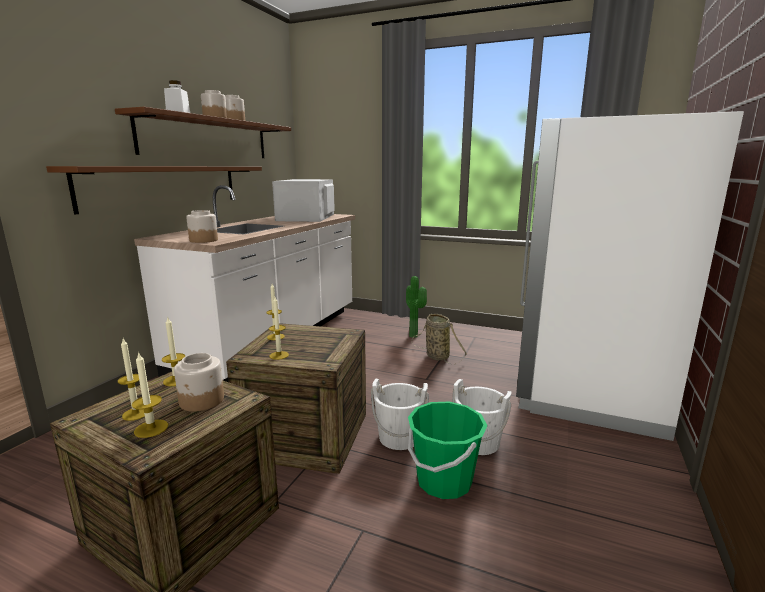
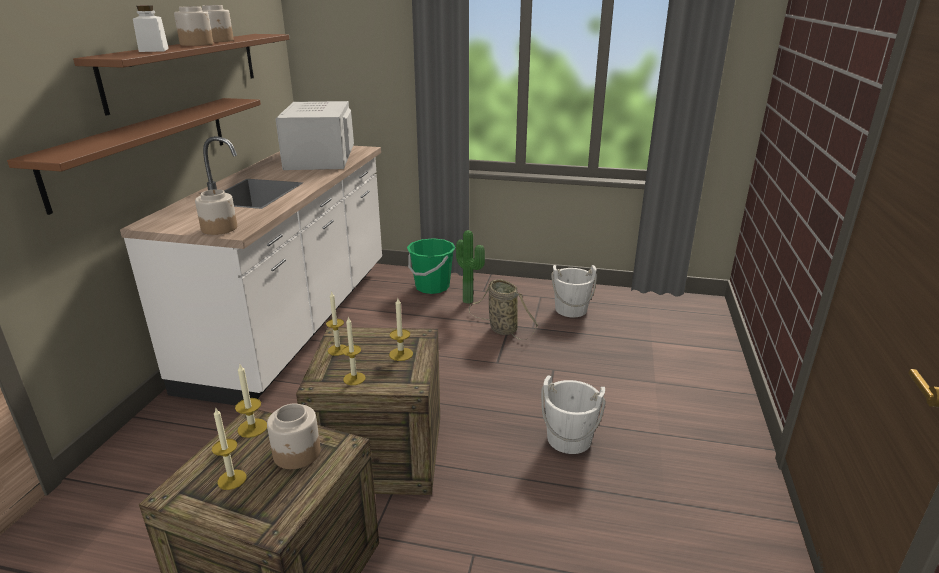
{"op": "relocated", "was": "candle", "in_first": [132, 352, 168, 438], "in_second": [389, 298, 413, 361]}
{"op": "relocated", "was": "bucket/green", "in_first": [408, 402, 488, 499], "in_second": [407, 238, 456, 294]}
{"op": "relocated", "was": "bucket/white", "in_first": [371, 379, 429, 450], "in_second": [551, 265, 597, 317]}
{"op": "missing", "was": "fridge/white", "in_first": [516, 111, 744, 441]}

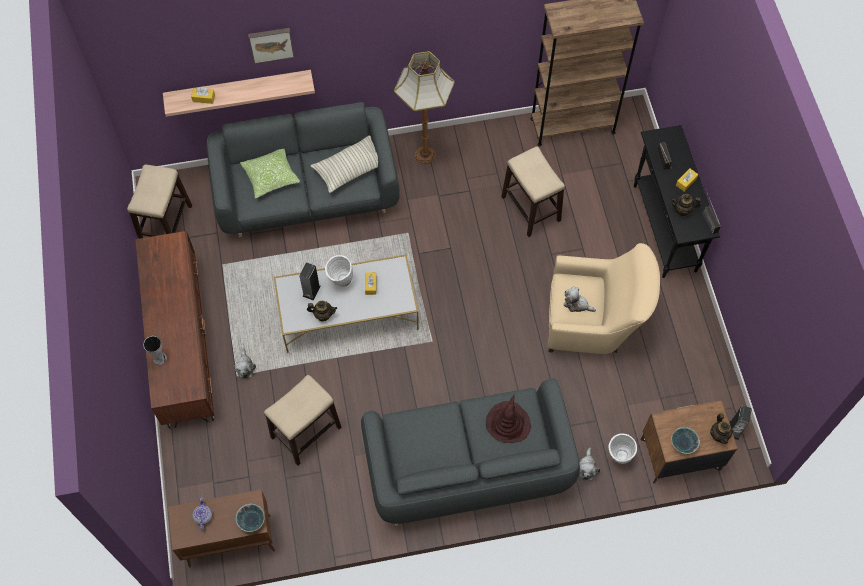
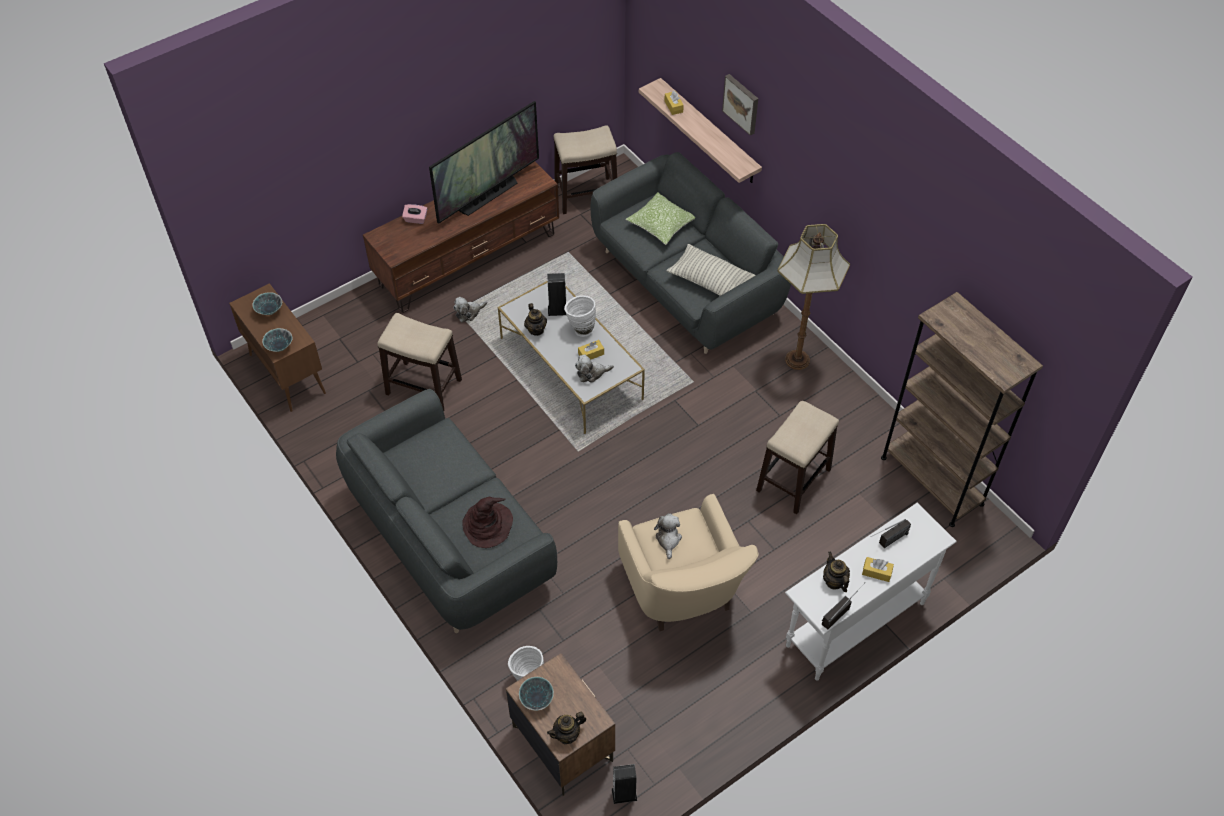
{"op": "exchanged", "was": "teapot", "now": "bowl", "in_first": [192, 498, 212, 531], "in_second": [253, 292, 282, 315]}
{"op": "exchanged", "was": "vase", "now": "tissue box/pink", "in_first": [143, 336, 167, 365], "in_second": [402, 204, 427, 224]}
{"op": "appeared", "now": "television", "in_second": [429, 101, 539, 224]}
{"op": "relocated", "was": "plush toy", "in_first": [579, 447, 600, 480], "in_second": [575, 355, 614, 383]}
{"op": "colour", "was": "console table/black", "now": "console table/white", "in_first": [634, 125, 720, 278], "in_second": [785, 503, 957, 681]}

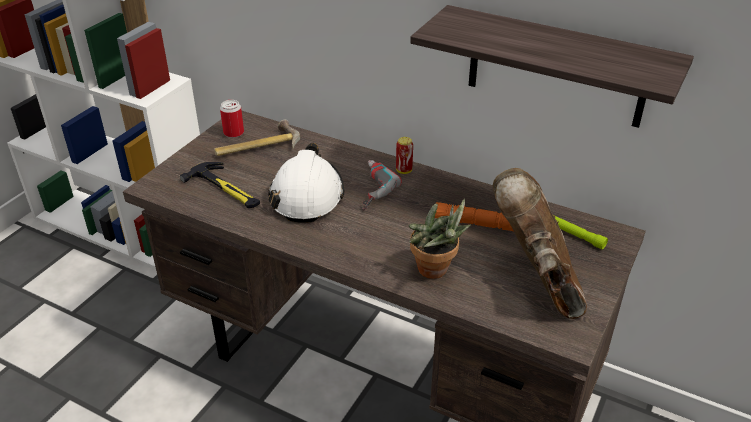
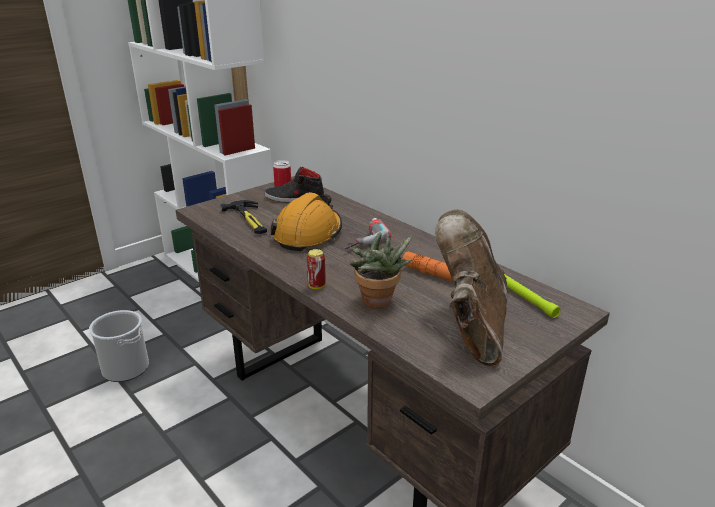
{"op": "appeared", "now": "bucket", "in_second": [89, 310, 149, 382]}
{"op": "exchanged", "was": "hammer", "now": "shoe/black", "in_first": [214, 120, 300, 156], "in_second": [265, 167, 324, 203]}
{"op": "colour", "was": "hard hat/white", "now": "hard hat/orange", "in_first": [268, 143, 344, 223], "in_second": [270, 192, 342, 251]}
{"op": "relocated", "was": "can", "in_first": [396, 137, 413, 174], "in_second": [307, 249, 326, 290]}
{"op": "missing", "was": "shelf", "in_first": [410, 5, 694, 128]}

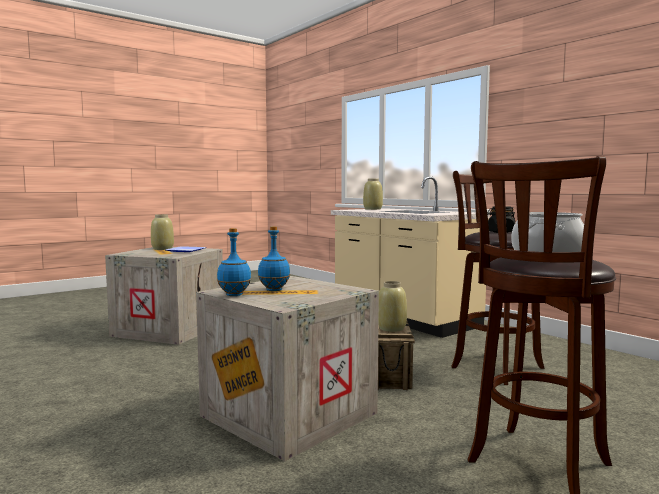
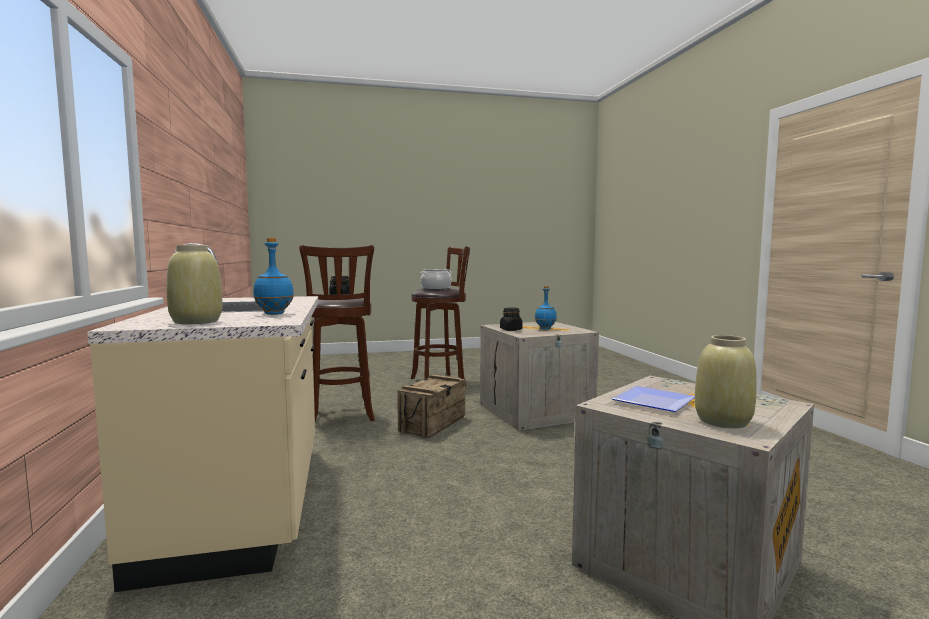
{"op": "relocated", "was": "bottle/blue", "in_first": [217, 228, 251, 296], "in_second": [253, 238, 294, 315]}
{"op": "appeared", "now": "jar/black", "in_second": [500, 307, 523, 331]}
{"op": "missing", "was": "vase/beige", "in_first": [378, 281, 407, 332]}

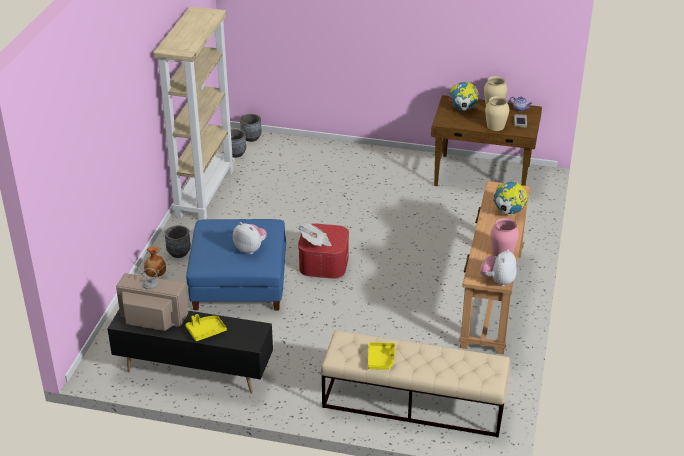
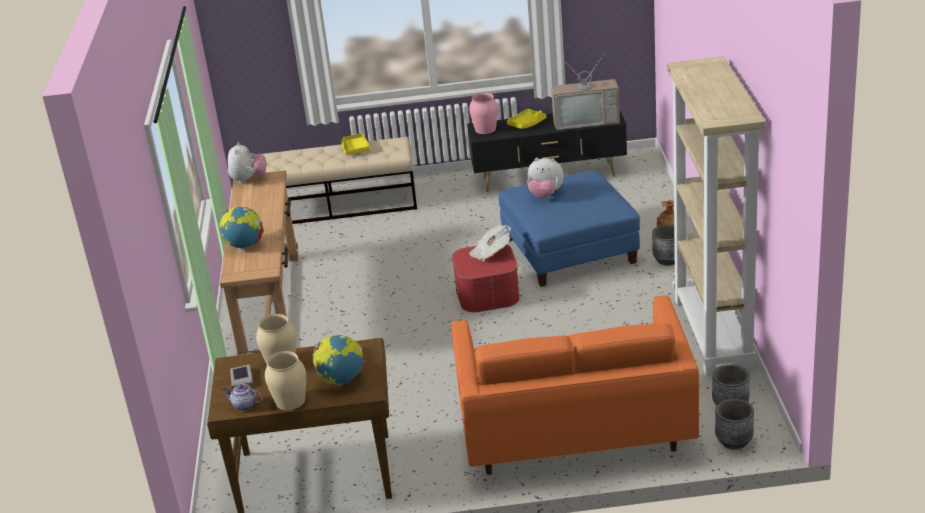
{"op": "appeared", "now": "sofa/orange", "in_second": [451, 295, 699, 475]}
{"op": "relocated", "was": "vase/pink", "in_first": [491, 218, 519, 256], "in_second": [469, 93, 498, 134]}

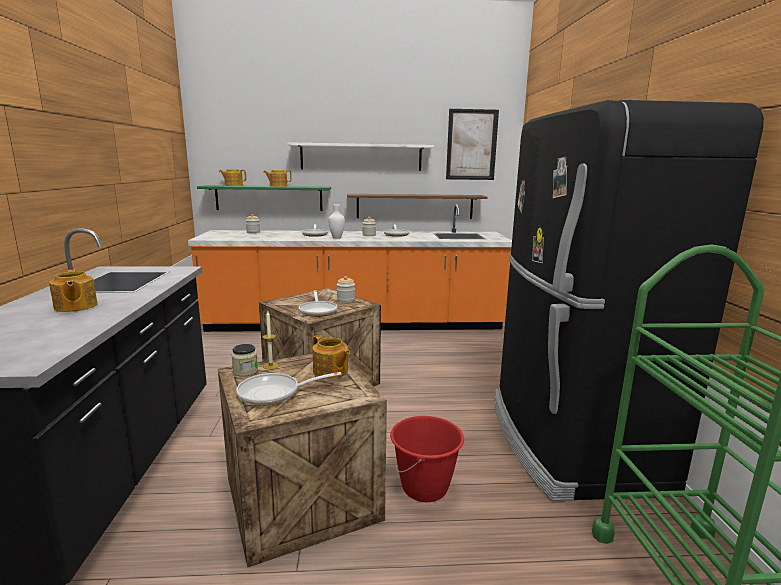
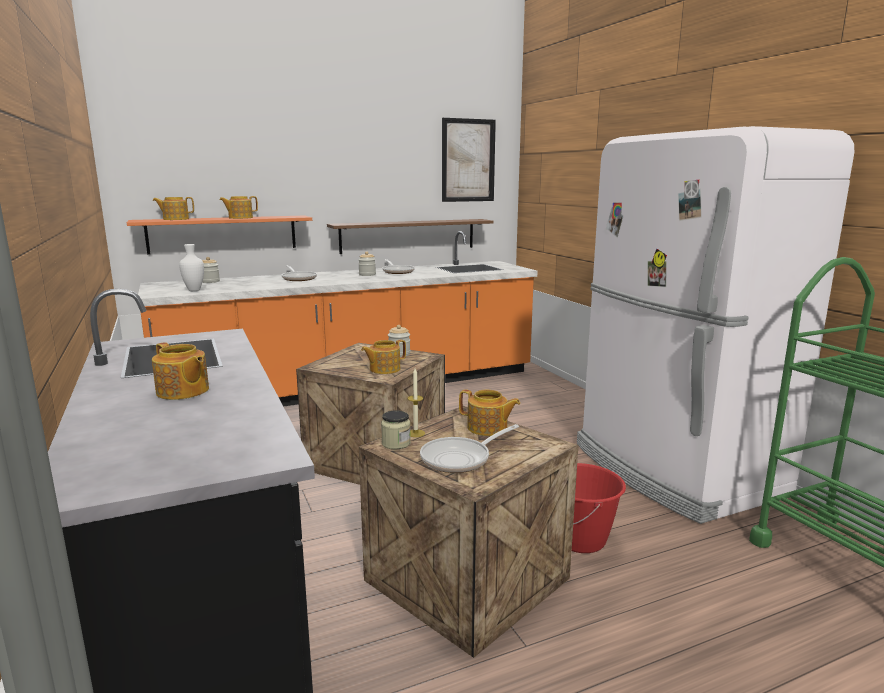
{"op": "colour", "was": "shelf/green", "now": "shelf/orange", "in_first": [197, 185, 331, 211], "in_second": [127, 216, 312, 255]}
{"op": "relocated", "was": "vase/white", "in_first": [328, 204, 345, 239], "in_second": [179, 244, 204, 291]}
{"op": "exchanged", "was": "frying pan", "now": "teapot", "in_first": [299, 290, 338, 317], "in_second": [361, 340, 406, 374]}
{"op": "colour", "was": "fridge/black", "now": "fridge/white", "in_first": [495, 100, 764, 501], "in_second": [577, 126, 854, 524]}
{"op": "missing", "was": "shelf/white", "in_first": [287, 142, 434, 171]}

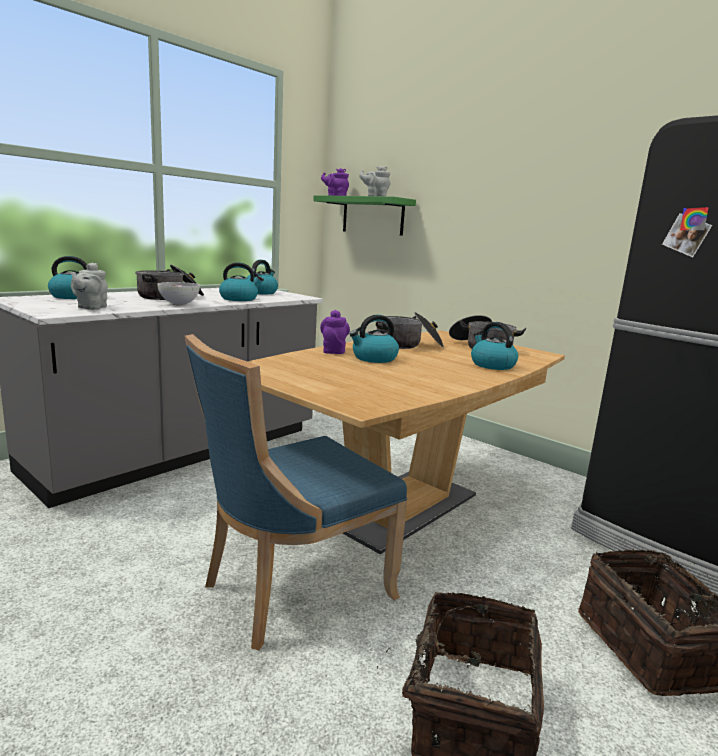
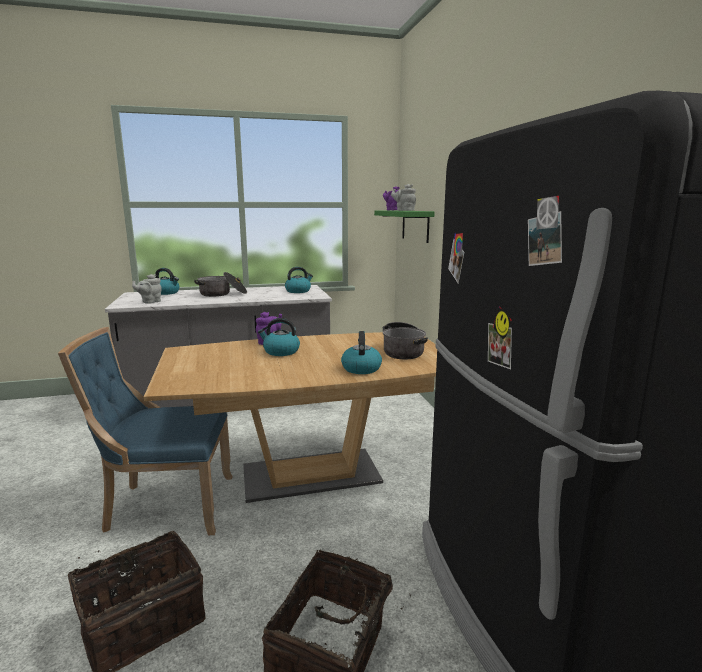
{"op": "missing", "was": "bowl", "in_first": [157, 282, 200, 306]}
{"op": "missing", "was": "kettle", "in_first": [219, 262, 264, 301]}
{"op": "missing", "was": "cooking pot", "in_first": [376, 312, 444, 349]}

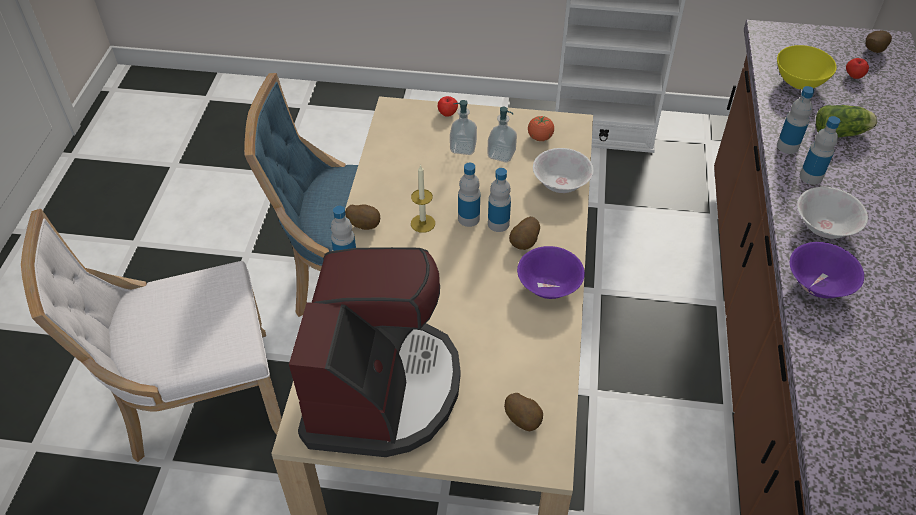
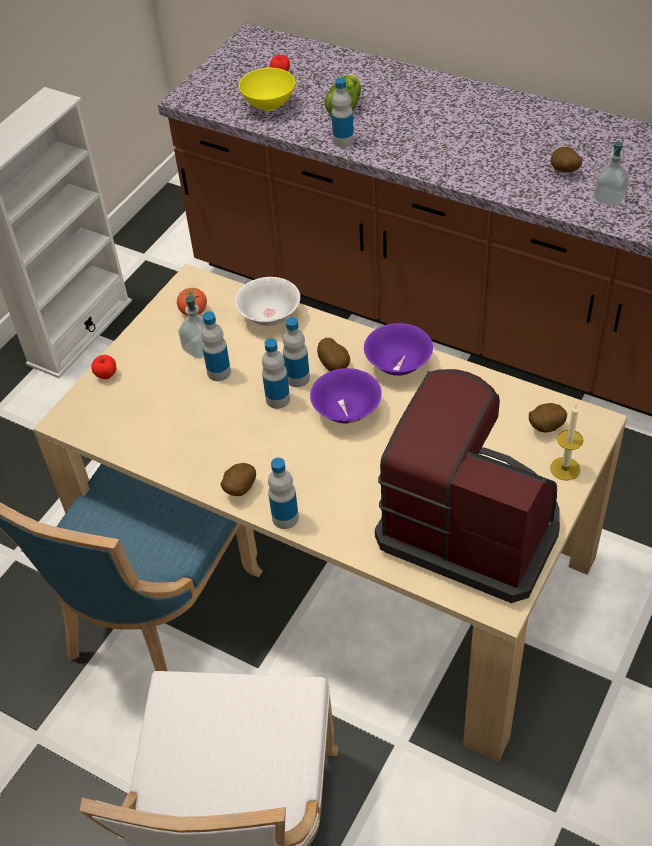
{"op": "relocated", "was": "bottle", "in_first": [800, 116, 840, 185], "in_second": [201, 311, 231, 381]}
{"op": "relocated", "was": "bowl/purple", "in_first": [790, 242, 864, 298], "in_second": [310, 368, 382, 423]}
{"op": "relocated", "was": "candle", "in_first": [411, 164, 435, 233], "in_second": [550, 405, 584, 480]}
{"op": "relocated", "was": "potato", "in_first": [865, 30, 892, 53], "in_second": [551, 147, 582, 173]}
{"op": "relocated", "was": "soap dispenser", "in_first": [450, 100, 477, 155], "in_second": [594, 142, 629, 206]}
{"op": "missing", "was": "bowl/white", "in_first": [797, 187, 868, 239]}

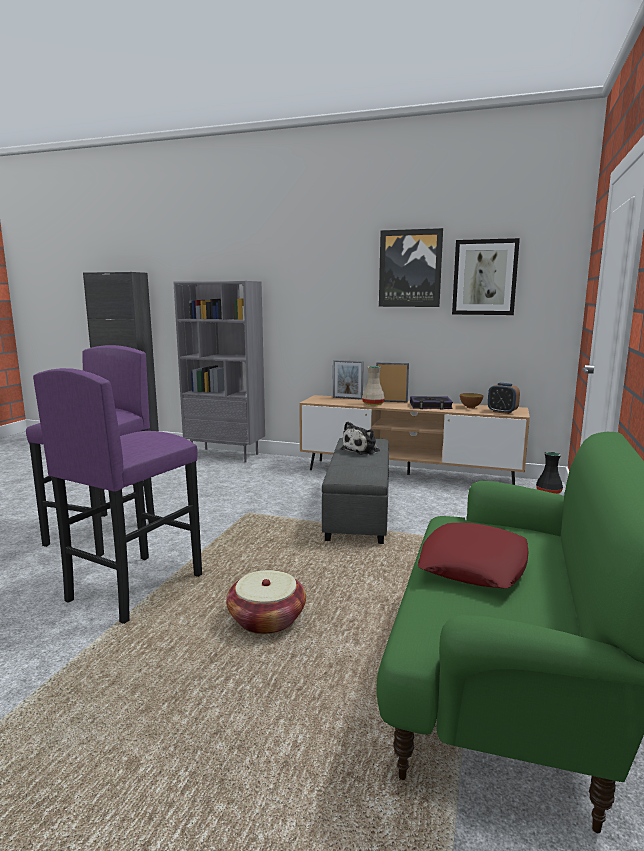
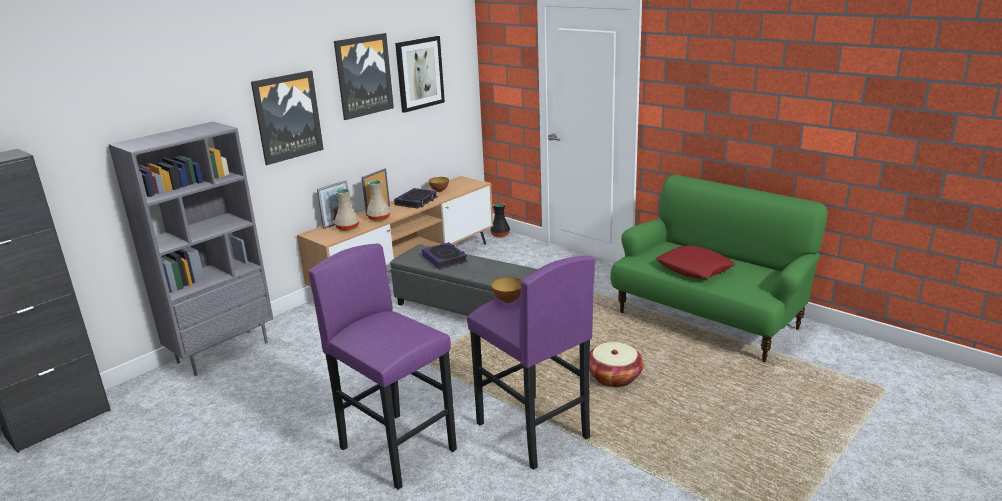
{"op": "appeared", "now": "picture", "in_second": [251, 71, 324, 165]}
{"op": "appeared", "now": "vase/beige", "in_second": [335, 189, 359, 231]}
{"op": "exchanged", "was": "plush toy", "now": "book", "in_first": [341, 421, 380, 455], "in_second": [422, 242, 468, 269]}
{"op": "appeared", "now": "bowl", "in_second": [491, 277, 522, 303]}
{"op": "missing", "was": "alarm clock", "in_first": [488, 383, 520, 414]}

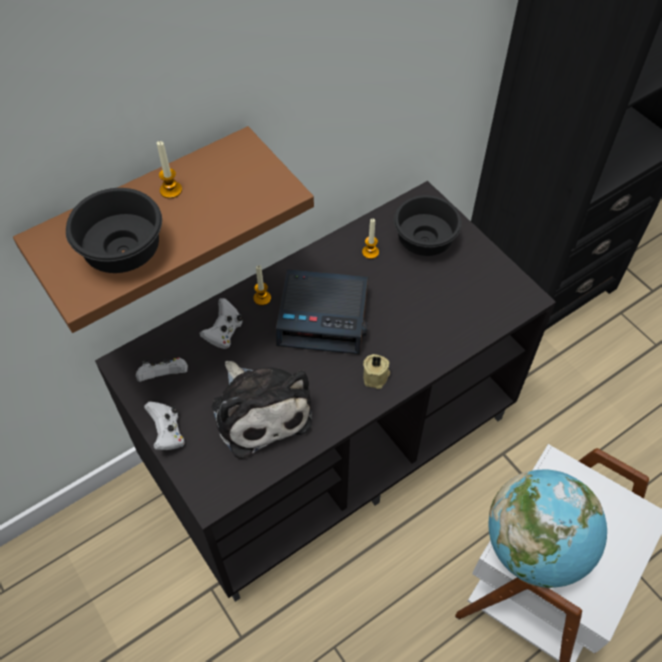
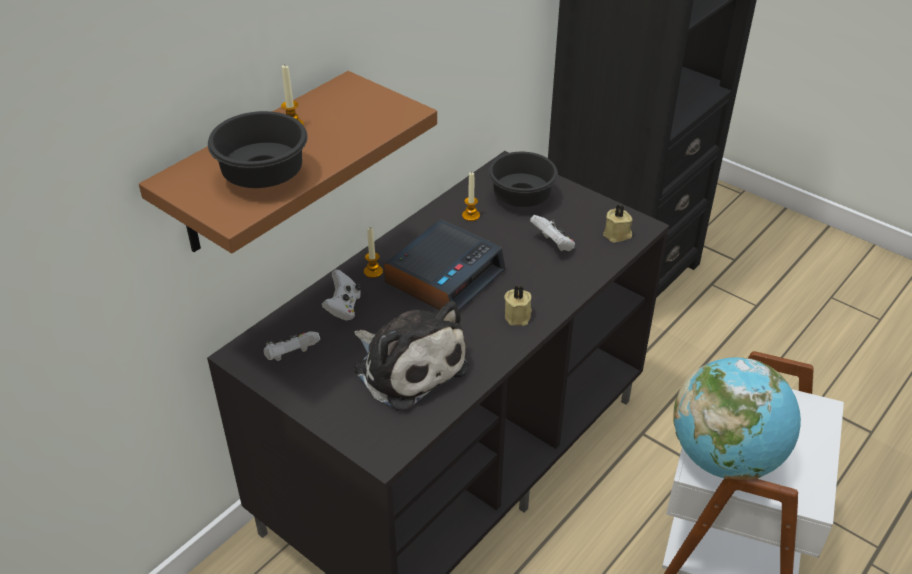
{"op": "spun", "was": "alarm clock", "in_first": [276, 269, 368, 355], "in_second": [384, 219, 506, 311], "clockwise": -45}
{"op": "relocated", "was": "game controller/white", "in_first": [144, 402, 185, 450], "in_second": [530, 215, 575, 251]}
{"op": "appeared", "now": "candle/beige", "in_second": [603, 205, 633, 243]}

